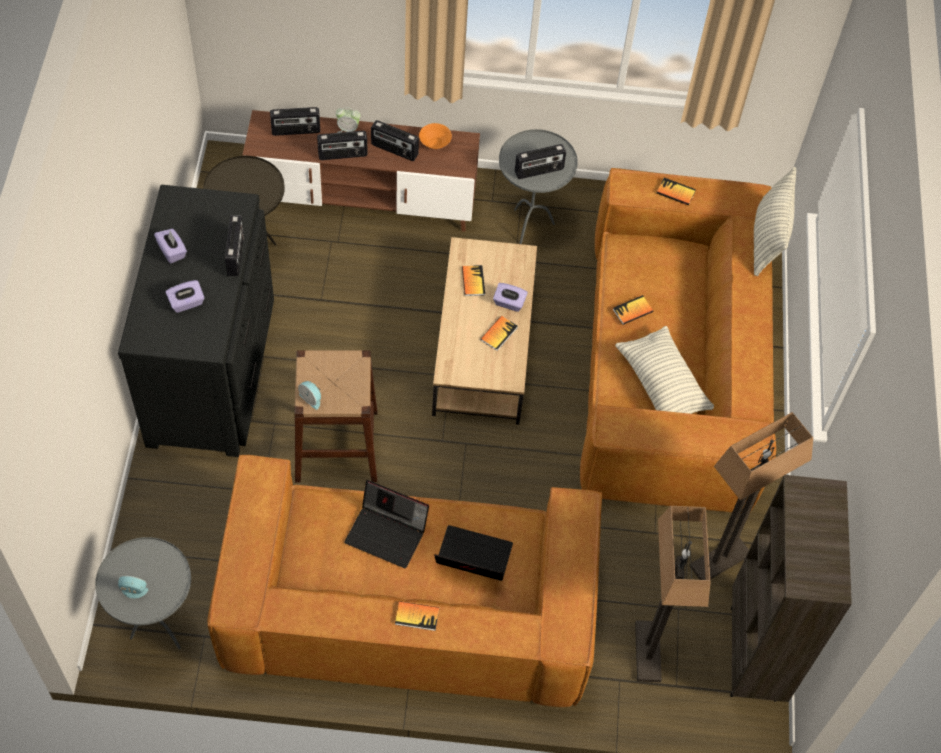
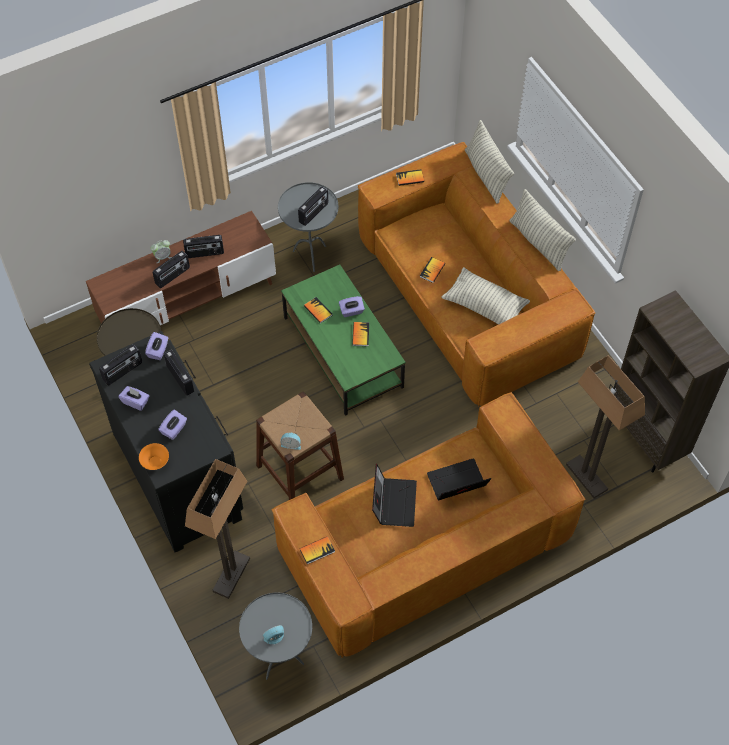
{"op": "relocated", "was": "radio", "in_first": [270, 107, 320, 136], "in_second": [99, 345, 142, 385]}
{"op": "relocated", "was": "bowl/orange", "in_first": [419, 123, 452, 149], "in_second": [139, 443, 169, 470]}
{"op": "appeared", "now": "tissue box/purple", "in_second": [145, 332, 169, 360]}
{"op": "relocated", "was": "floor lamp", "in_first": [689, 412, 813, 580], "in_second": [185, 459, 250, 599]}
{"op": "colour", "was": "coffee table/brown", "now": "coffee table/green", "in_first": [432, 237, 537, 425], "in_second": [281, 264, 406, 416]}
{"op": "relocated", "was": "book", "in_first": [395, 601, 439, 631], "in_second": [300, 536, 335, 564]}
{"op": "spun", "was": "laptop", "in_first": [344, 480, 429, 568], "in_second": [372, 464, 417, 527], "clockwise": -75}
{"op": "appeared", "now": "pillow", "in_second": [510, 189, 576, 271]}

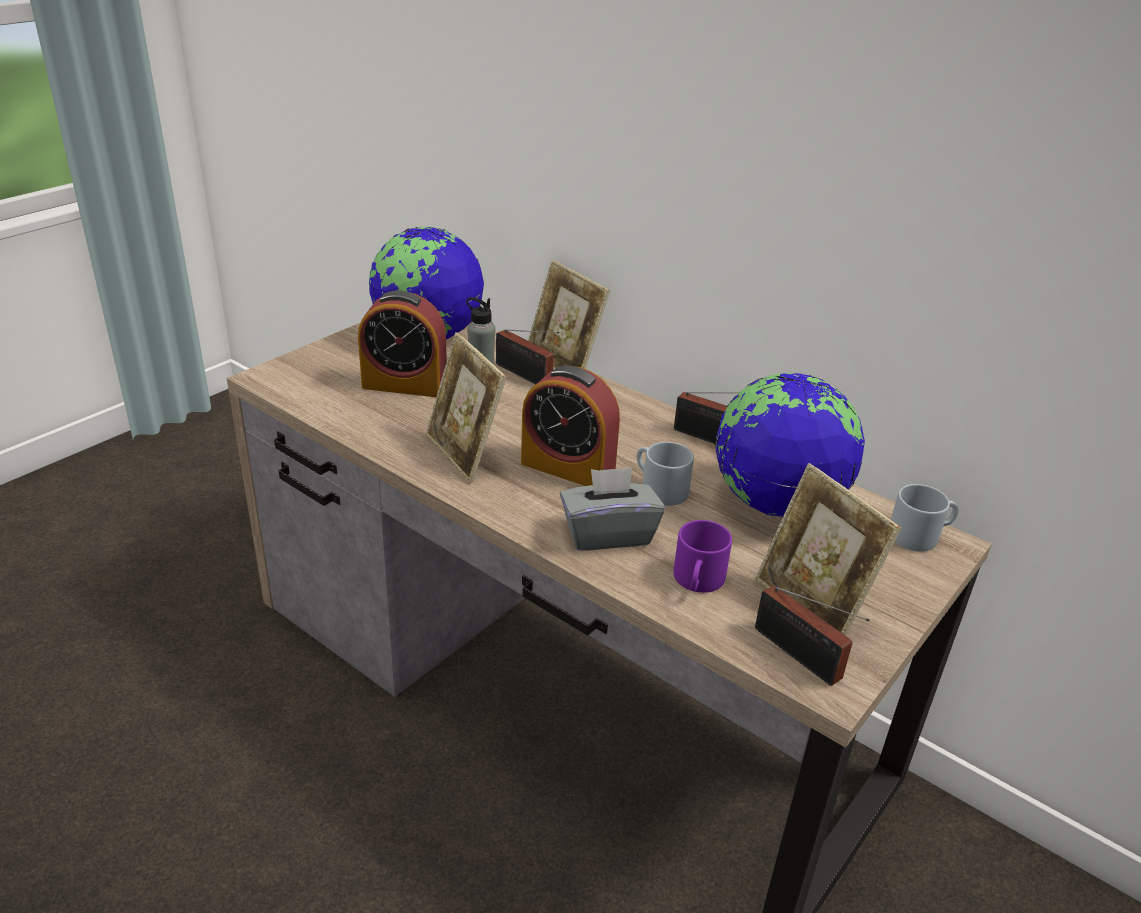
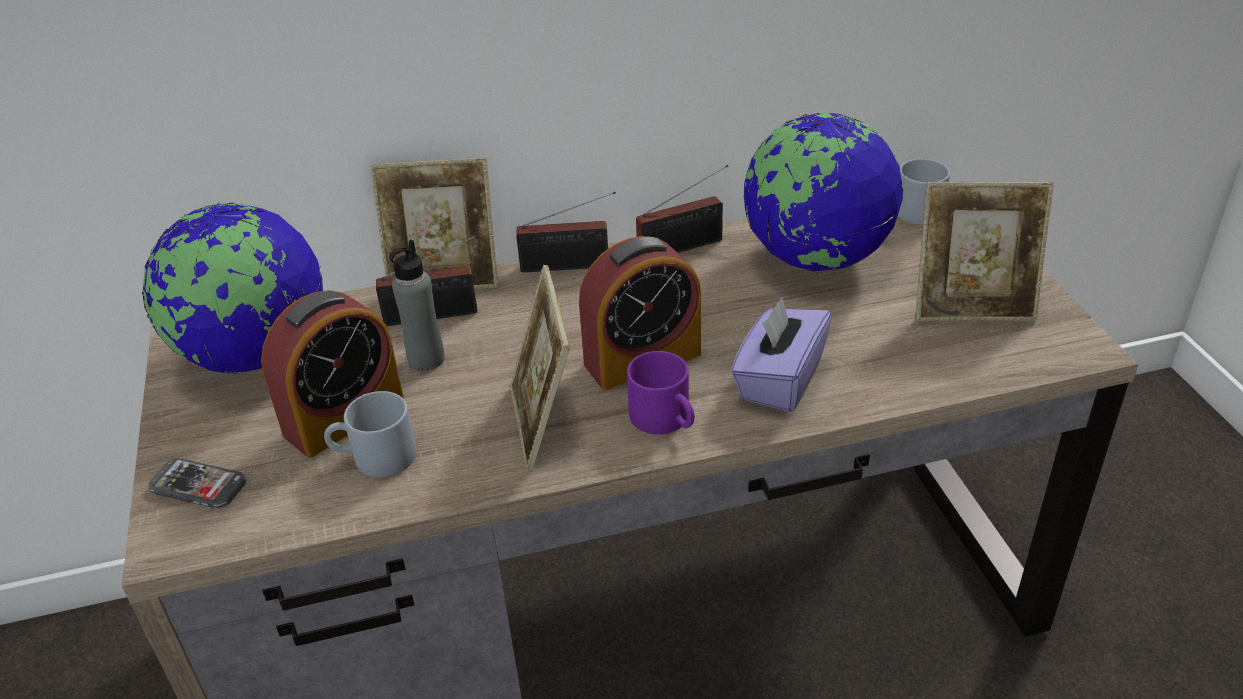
{"op": "appeared", "now": "phone", "in_second": [149, 458, 246, 509]}
{"op": "relocated", "was": "mug/grey", "in_first": [637, 442, 694, 506], "in_second": [324, 391, 417, 477]}
{"op": "spun", "was": "picture frame", "in_first": [426, 332, 506, 483], "in_second": [510, 265, 570, 472], "clockwise": 75}
{"op": "relocated", "was": "radio", "in_first": [755, 585, 870, 686], "in_second": [516, 192, 616, 273]}
{"op": "relocated", "was": "mug/purple", "in_first": [674, 520, 732, 593], "in_second": [627, 351, 694, 434]}
{"op": "colour", "was": "tissue box/grey", "now": "tissue box/purple", "in_first": [560, 468, 665, 550], "in_second": [731, 297, 832, 412]}

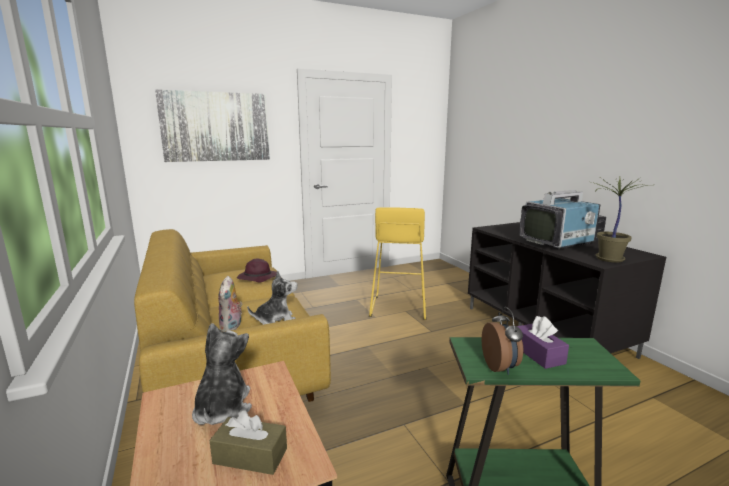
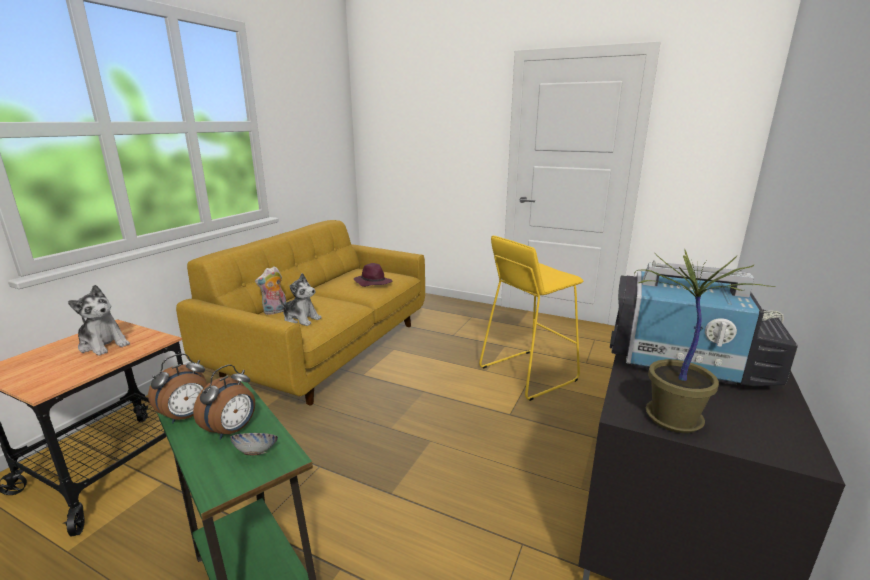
{"op": "spun", "was": "plush toy", "in_first": [192, 323, 252, 425], "in_second": [68, 285, 130, 356], "clockwise": 75}
{"op": "exchanged", "was": "tissue box/purple", "now": "alarm clock", "in_first": [516, 316, 569, 369], "in_second": [193, 364, 255, 440]}
{"op": "appeared", "now": "bowl", "in_second": [230, 433, 278, 455]}
{"op": "missing", "was": "picture", "in_first": [155, 90, 270, 162]}
{"op": "missing", "was": "tissue box/brown", "in_first": [210, 411, 287, 475]}

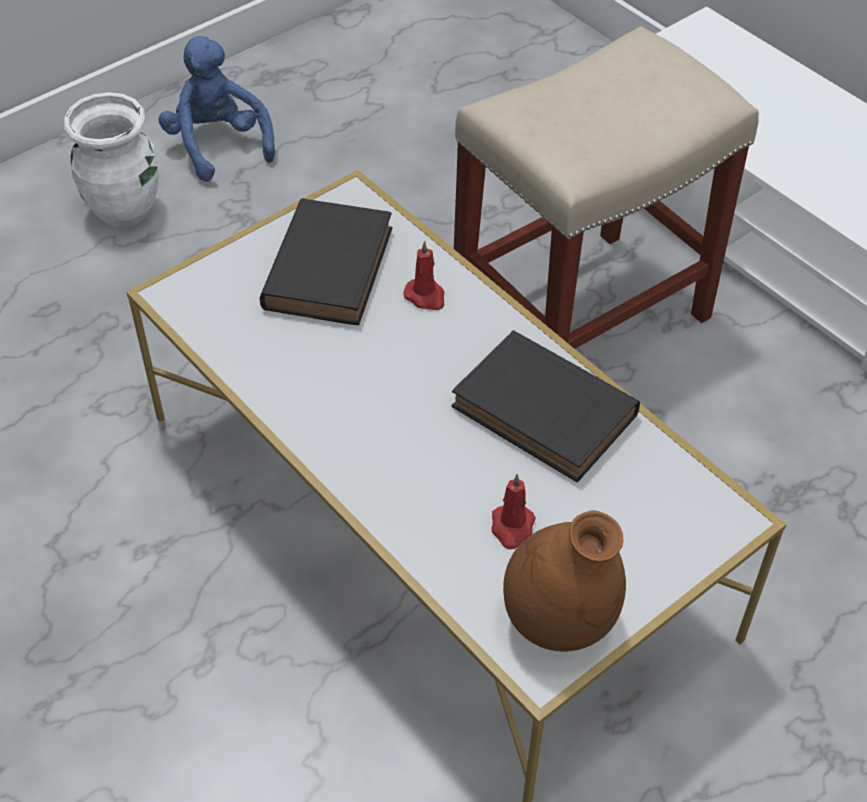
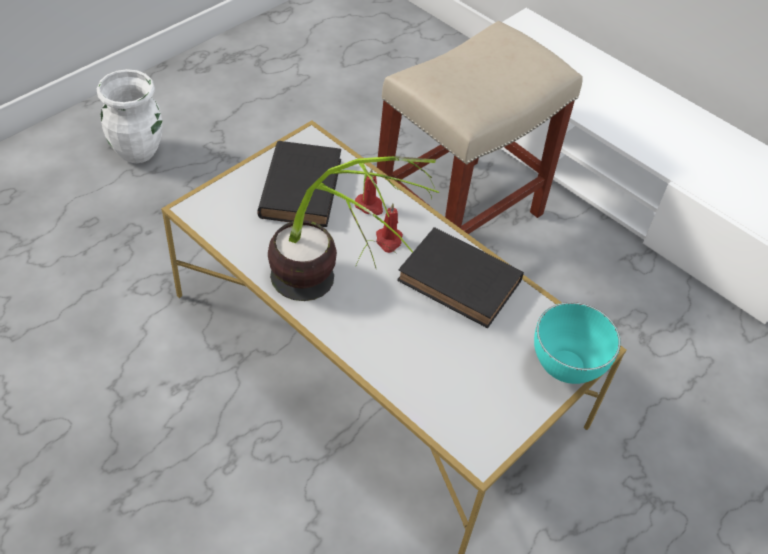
{"op": "appeared", "now": "potted plant", "in_second": [268, 156, 439, 301]}
{"op": "relocated", "was": "candle/red", "in_first": [492, 474, 536, 550], "in_second": [376, 203, 403, 253]}
{"op": "appeared", "now": "bowl/turquoise", "in_second": [534, 302, 621, 384]}
{"op": "missing", "was": "plush toy/blue", "in_first": [158, 36, 275, 182]}
{"op": "missing", "was": "vase/brown", "in_first": [503, 510, 626, 652]}

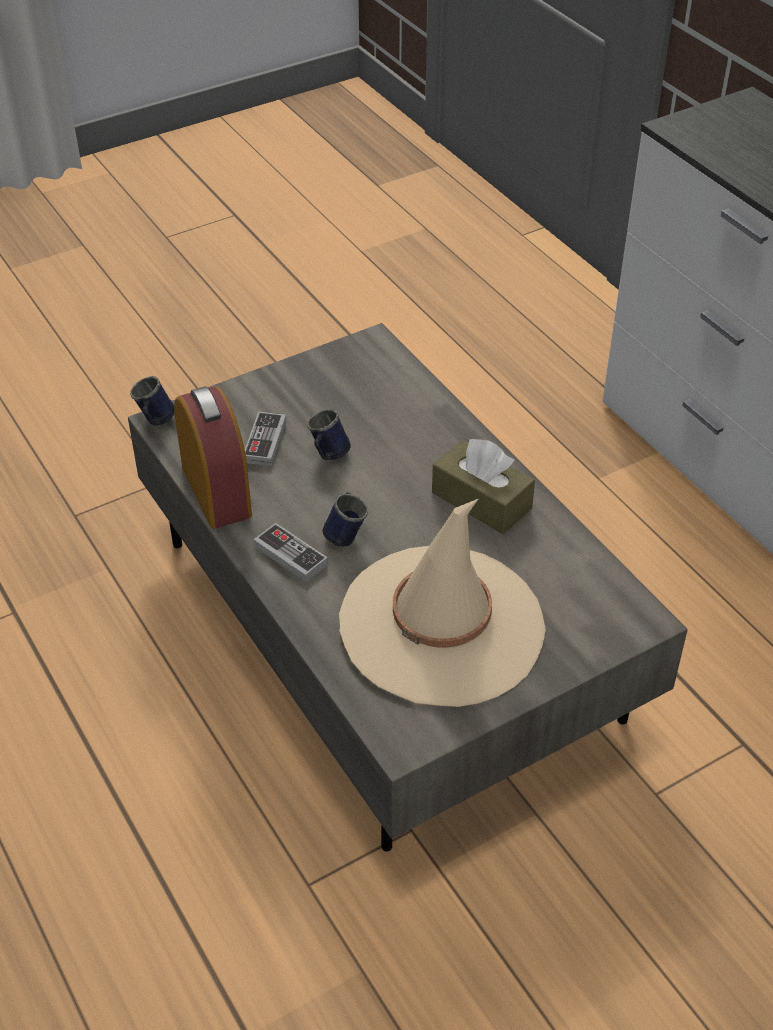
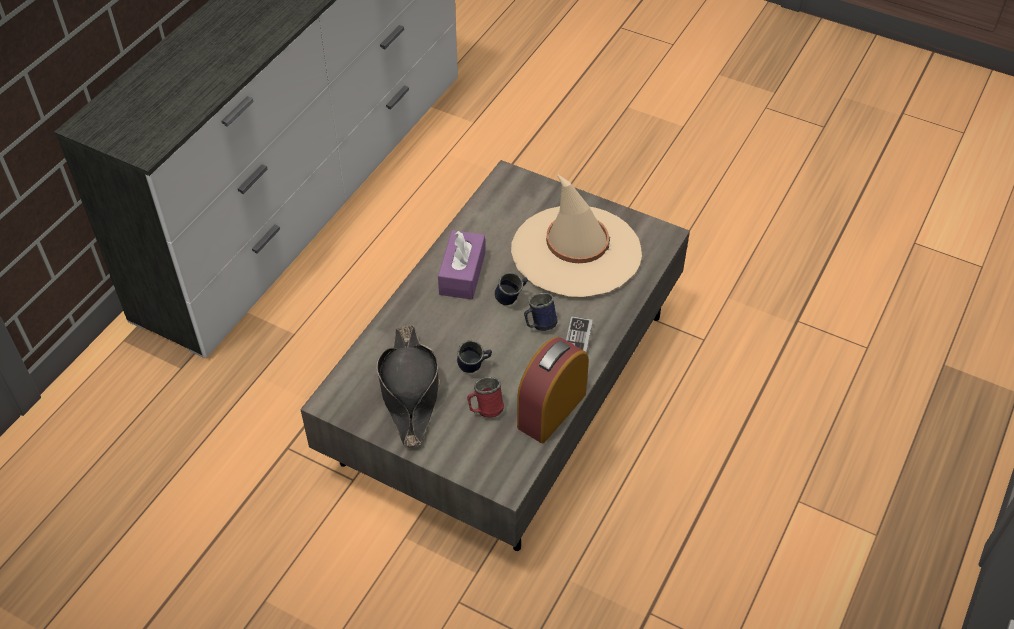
{"op": "appeared", "now": "hat/black", "in_second": [377, 325, 440, 448]}
{"op": "colour", "was": "tissue box/brown", "now": "tissue box/purple", "in_first": [432, 439, 535, 534], "in_second": [438, 230, 485, 300]}
{"op": "exchanged", "was": "game controller", "now": "mug/red", "in_first": [245, 412, 287, 466], "in_second": [467, 377, 504, 417]}
{"op": "relocated", "was": "mug/blue", "in_first": [130, 376, 175, 426], "in_second": [495, 272, 528, 305]}

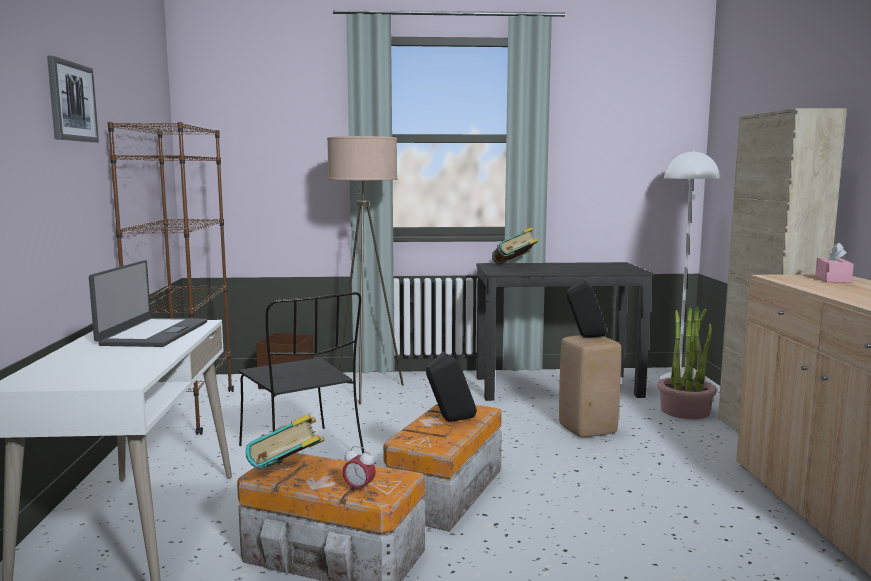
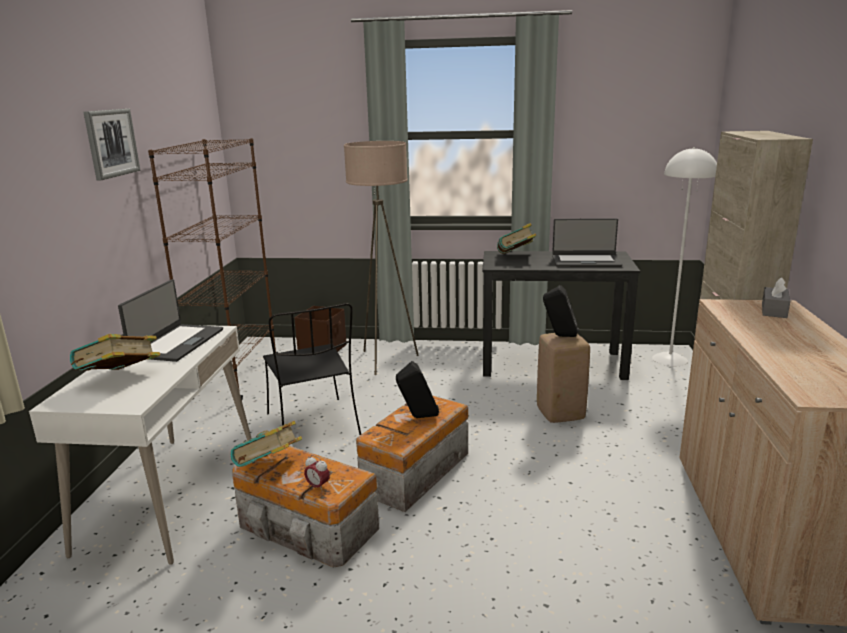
{"op": "appeared", "now": "book", "in_second": [70, 334, 160, 371]}
{"op": "appeared", "now": "laptop", "in_second": [552, 218, 622, 267]}
{"op": "colour", "was": "tissue box/pink", "now": "tissue box/grey", "in_first": [815, 242, 854, 283], "in_second": [762, 277, 790, 318]}
{"op": "missing", "was": "potted plant", "in_first": [657, 307, 717, 419]}

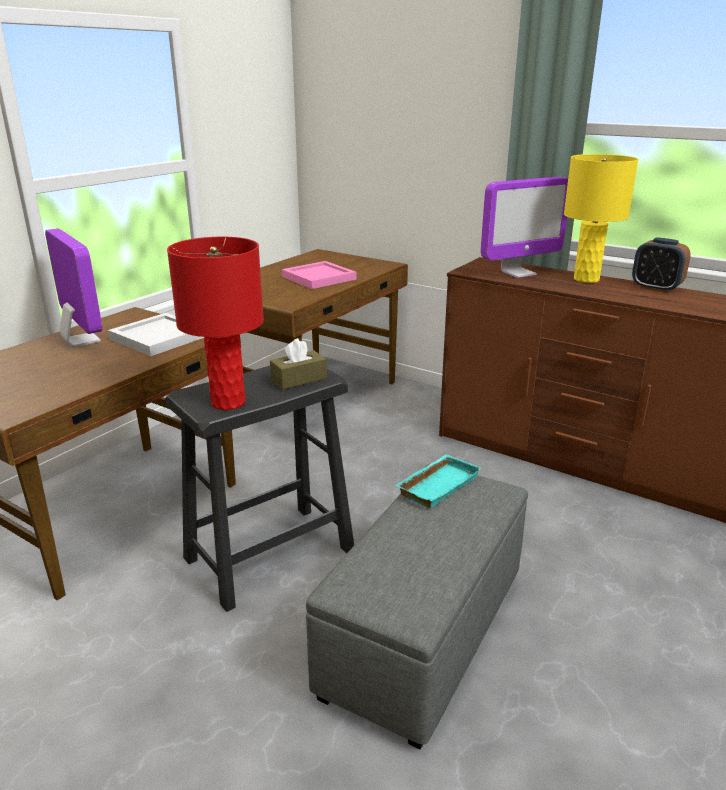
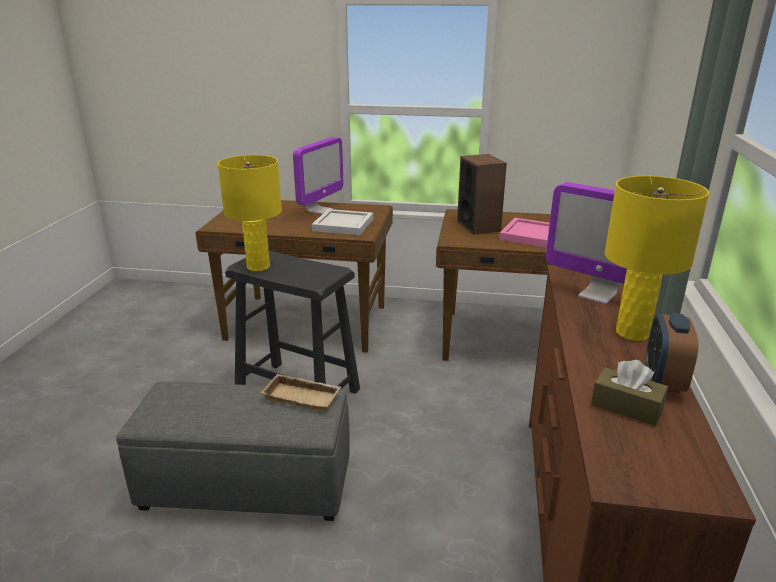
{"op": "colour", "was": "table lamp/red", "now": "table lamp/yellow", "in_first": [167, 237, 264, 410], "in_second": [218, 155, 282, 271]}
{"op": "colour", "was": "tray/turquoise", "now": "tray/beige", "in_first": [395, 454, 481, 508], "in_second": [261, 374, 341, 412]}
{"op": "appeared", "now": "speaker", "in_second": [457, 154, 507, 235]}
{"op": "relocated", "was": "tissue box/brown", "in_first": [270, 338, 327, 389], "in_second": [591, 360, 668, 426]}

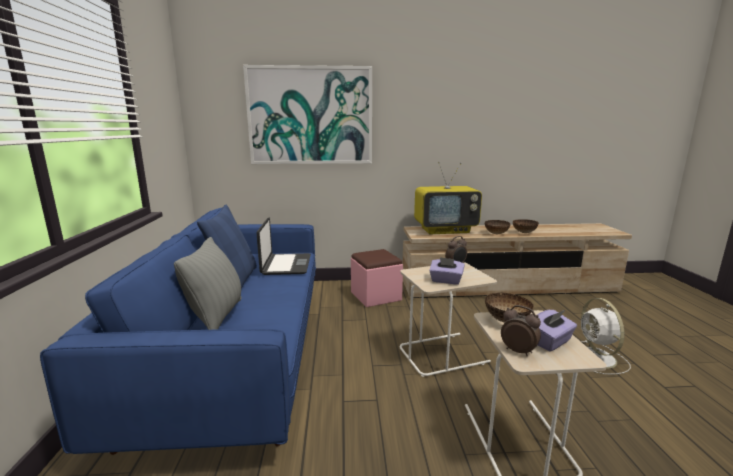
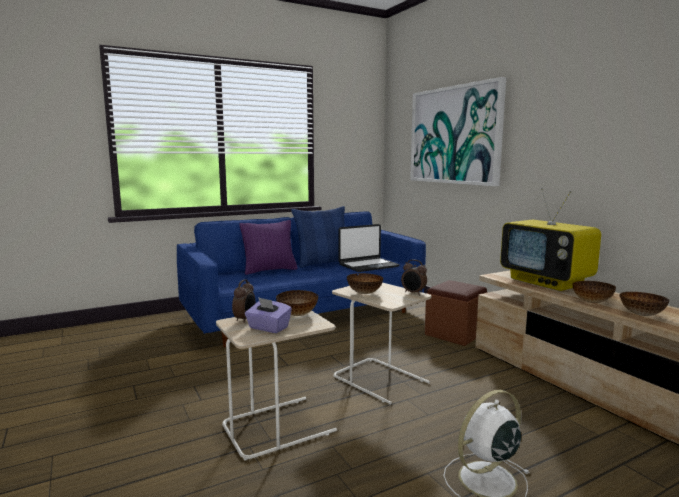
{"op": "colour", "was": "pillow/grey", "now": "pillow/purple", "in_first": [174, 237, 242, 330], "in_second": [240, 220, 298, 275]}
{"op": "exchanged", "was": "tissue box/purple", "now": "bowl", "in_first": [429, 257, 465, 285], "in_second": [347, 273, 383, 294]}
{"op": "colour", "was": "ottoman/pink", "now": "ottoman/brown", "in_first": [351, 249, 403, 307], "in_second": [425, 280, 487, 346]}

